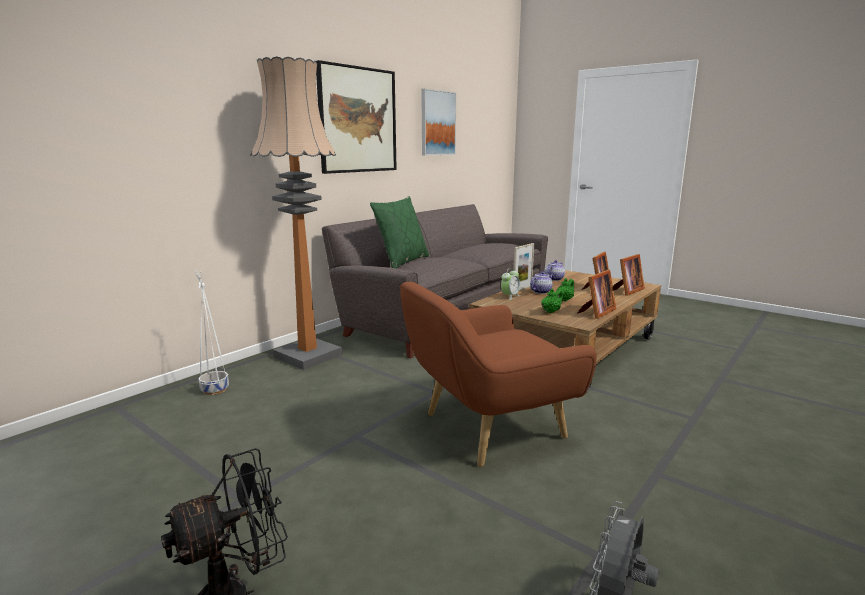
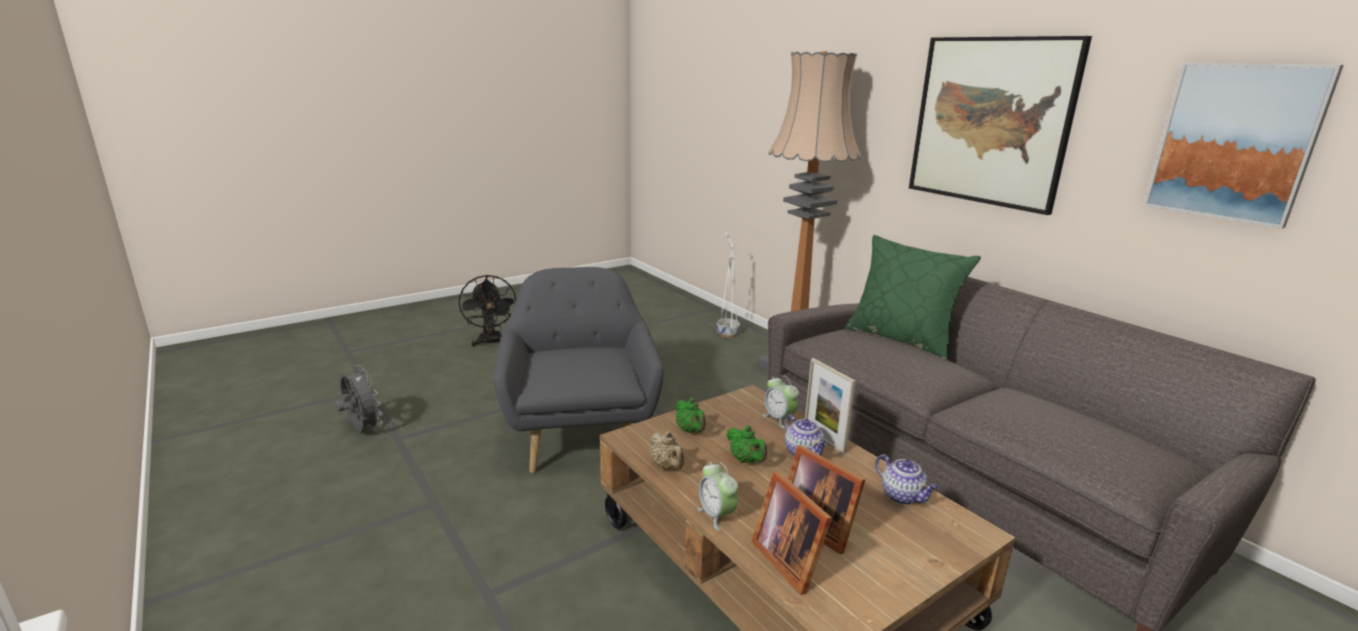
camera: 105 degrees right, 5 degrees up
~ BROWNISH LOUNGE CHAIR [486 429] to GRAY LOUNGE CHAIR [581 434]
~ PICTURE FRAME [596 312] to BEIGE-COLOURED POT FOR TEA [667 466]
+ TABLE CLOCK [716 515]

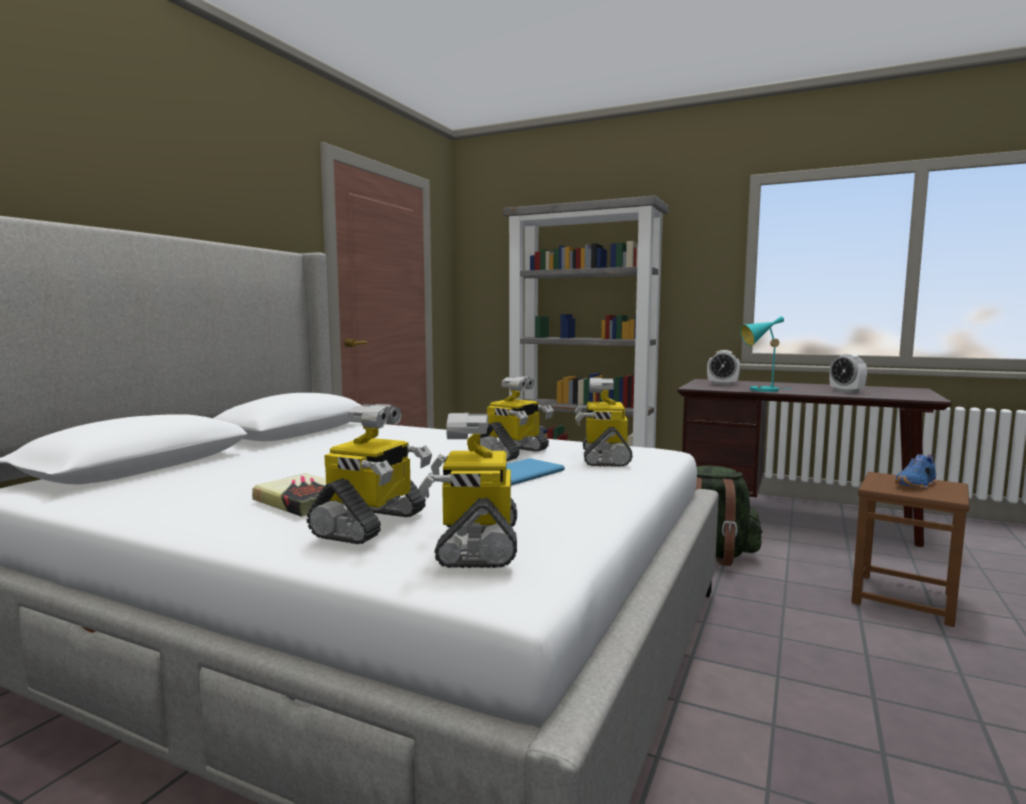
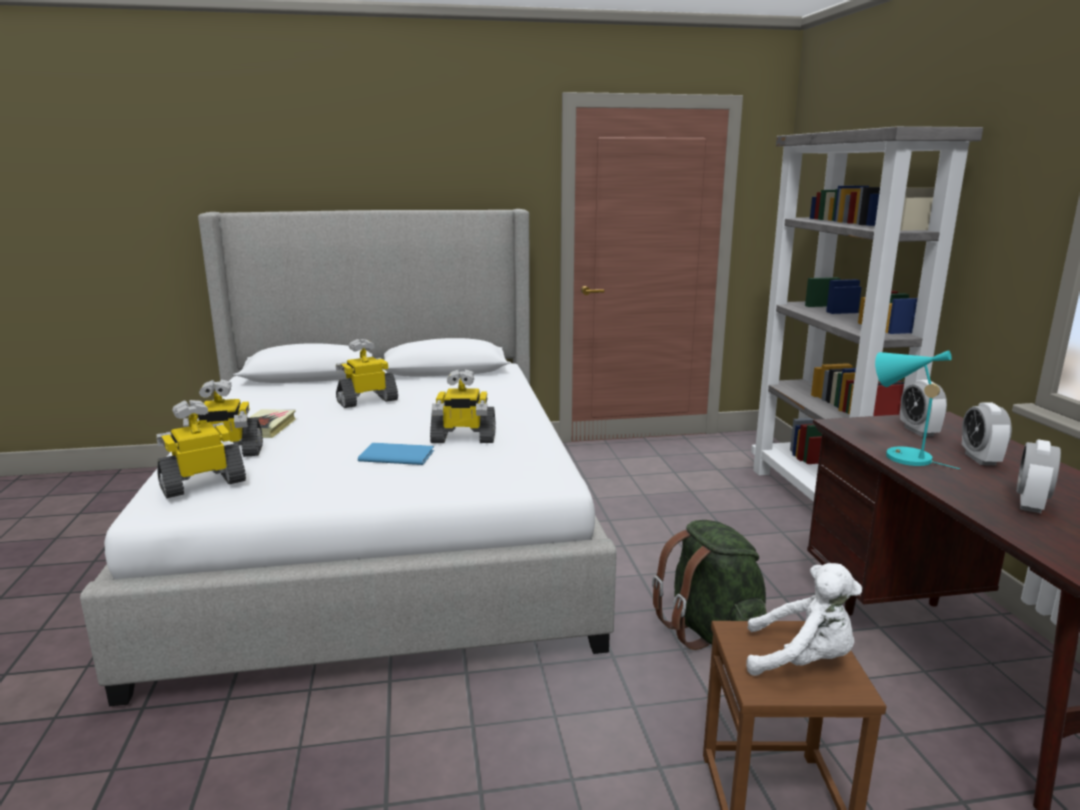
camera: 55 degrees right, 10 degrees up
~ ROBOT FIGURE [604 458] to [367 401]
~ BLUE-COLOURED ITEM OF FOOTWEAR [917 485] to WHITISH SOFT TOY [802 661]
+ TABLE CLOCK [980 459]

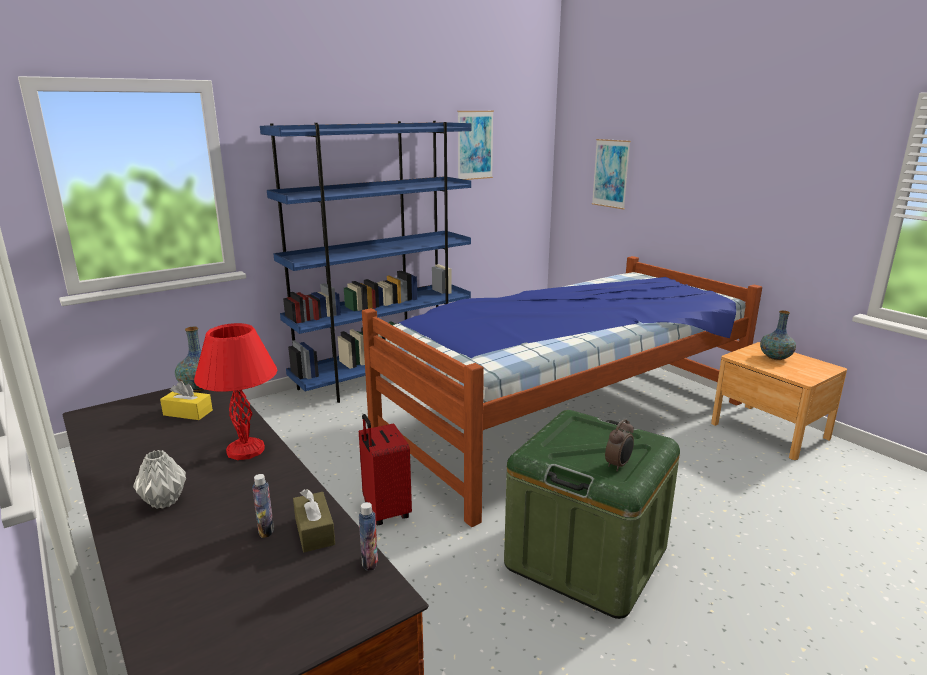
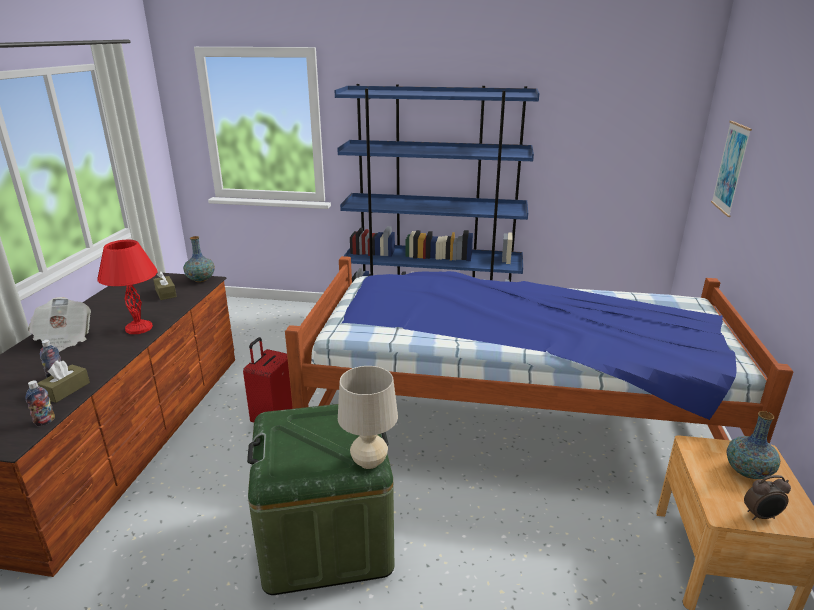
camera: 45 degrees right, 5 degrees up
~ GRAY DECORATIVE VASE [164 502] to PRINTED PAPER [63 339]
~ YELLOWISH TISSUE BOX [188 413] to BROWNISH TISSUE BOX [166 293]
+ BEIGE-COLOURED LAMP FOR A TABLE [369 462]
~ TABLE CLOCK [618 465] to [761 516]
- WALL ART [475 145]

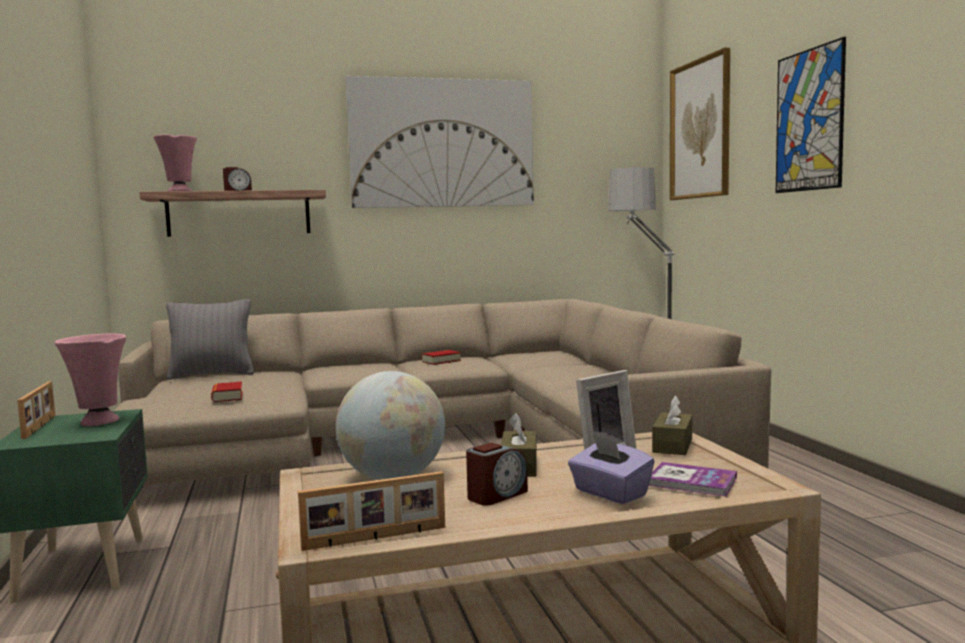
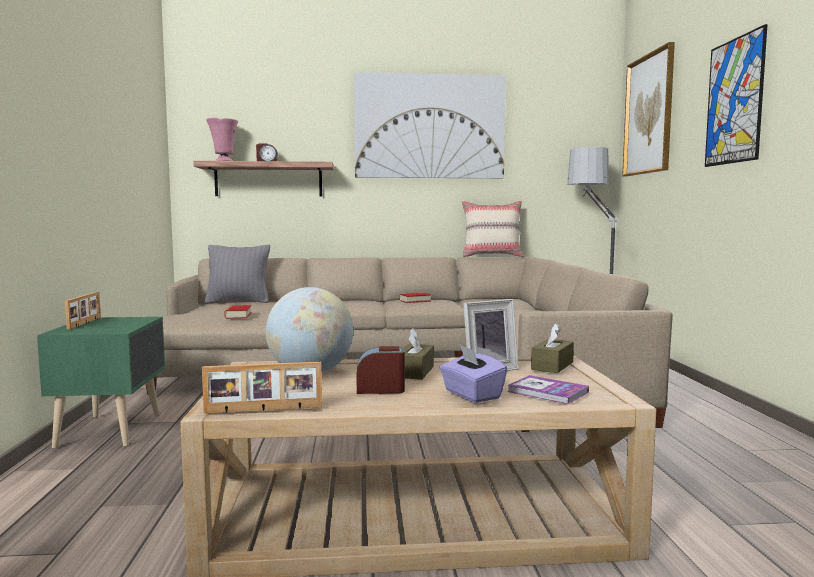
camera: 10 degrees right, 0 degrees up
~ TABLE CLOCK [496 495] = [380 389] 150 degrees counterclockwise
+ BEIGE-COLOURED THROW PILLOW [492 256]
- PINKISH DECORATIVE VASE [98 422]

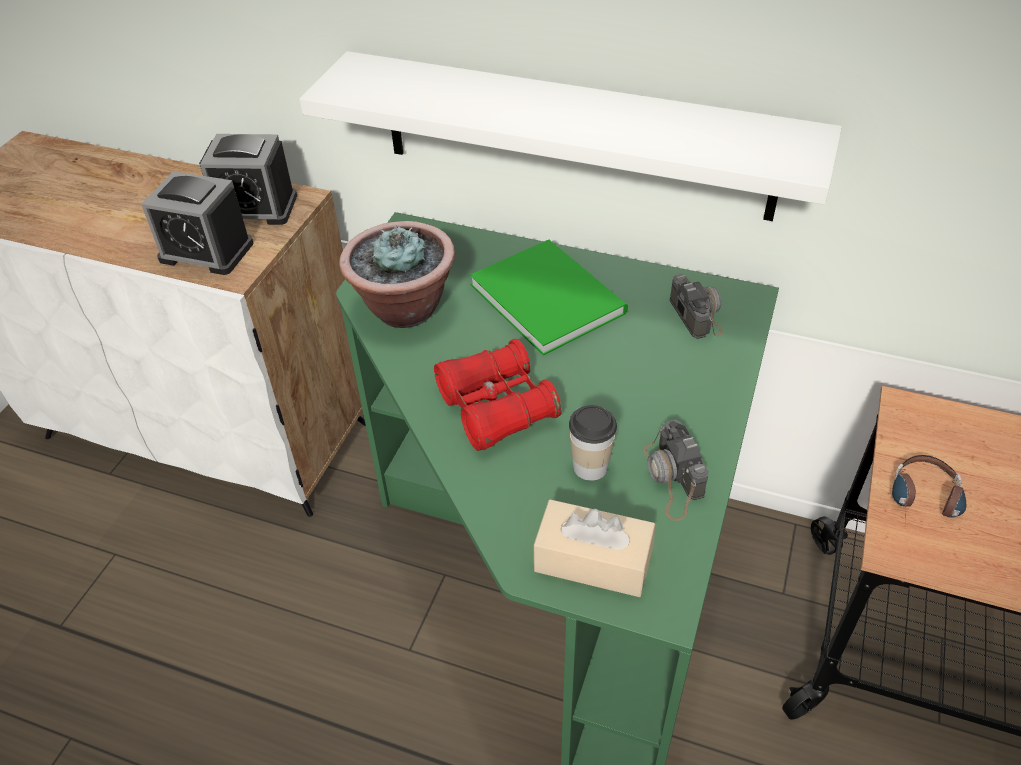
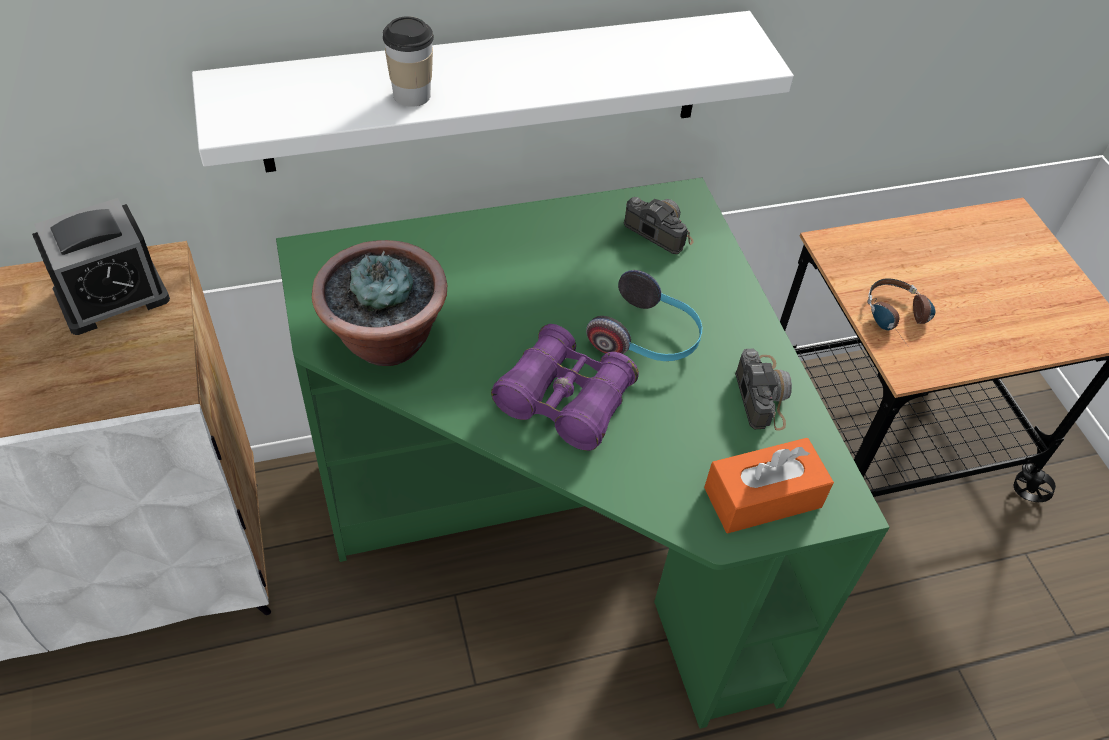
camera: 40 degrees left, 5 degrees up
~ CUP [590 467] to [412 95]
~ RED-COLOURED PAIR OF BINOCULARS [496 407] to PURPLISH PAIR OF BINOCULARS [565 400]
+ PAIR OF HEADPHONES [647 338]
~ BEIGE-COLOURED TISSUE BOX [593 561] to ORANGEY TISSUE BOX [762 497]
~ STILL CAMERA [672 478] = [762 392] 135 degrees counterclockwise
- TABLE CLOCK [206 251]
- GREEN VOLUME [547 295]

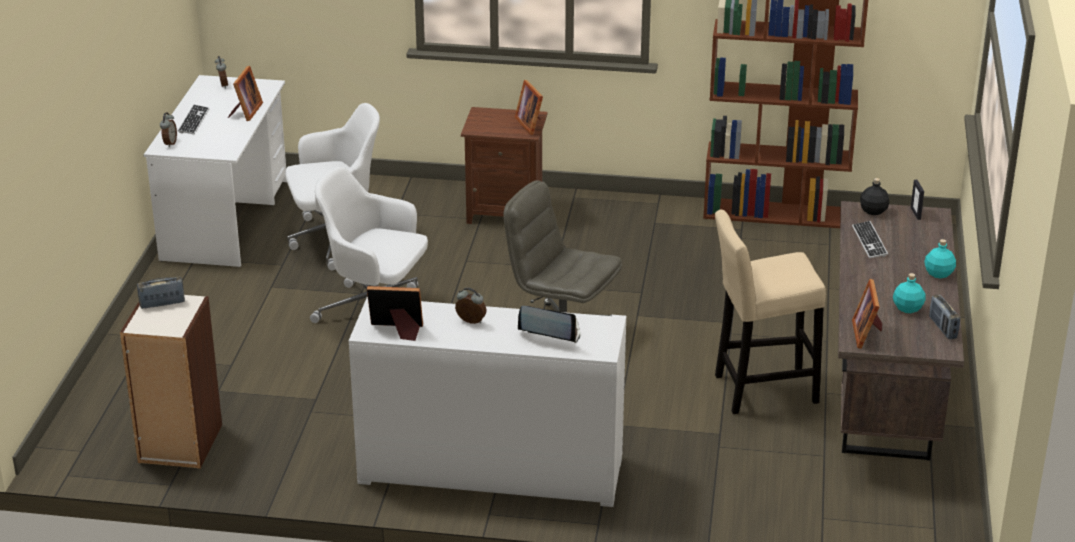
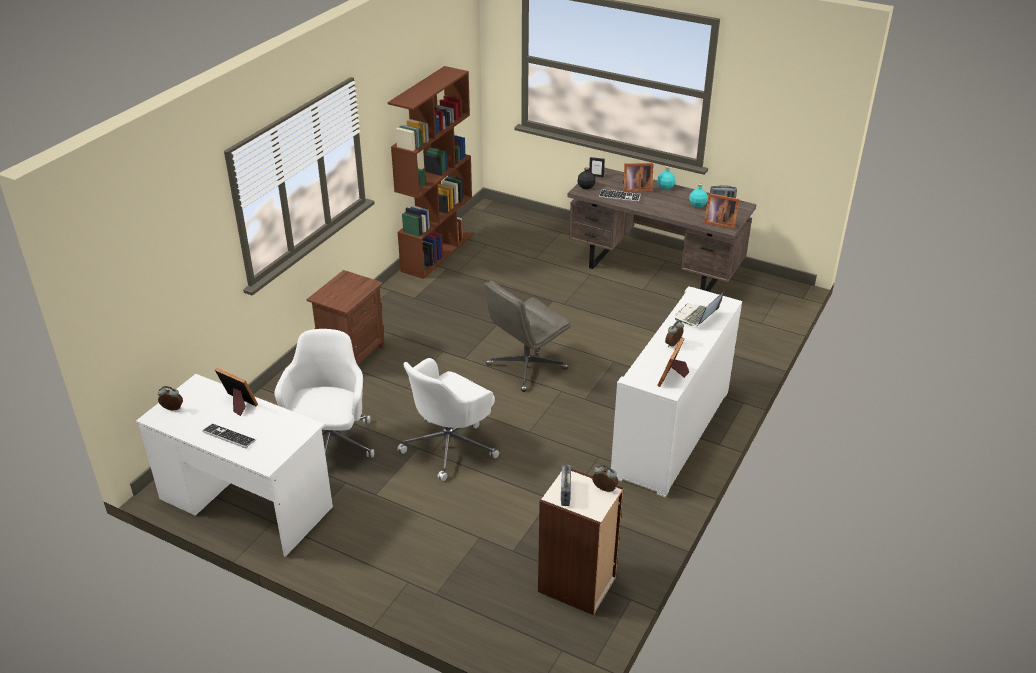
camera: 70 degrees left, 5 degrees up
~ TABLE CLOCK [169 143] to [604 490]
~ PICTURE FRAME [531 124] to [635 189]
- BEIGE-COLOURED SITTING STOOL [760 390]

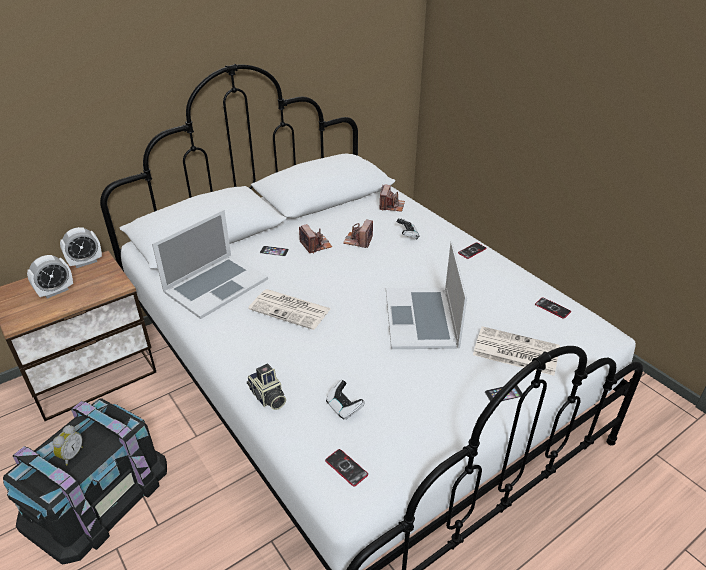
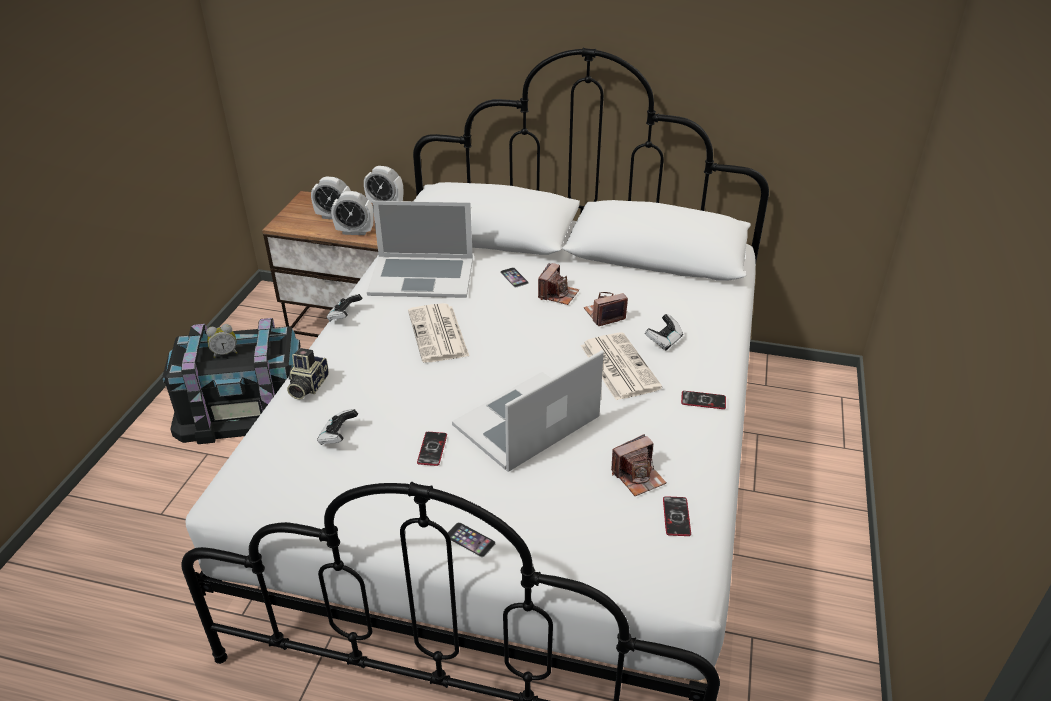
camera: 50 degrees right, 0 degrees up
+ GAME CONTROLLER [344 316]
+ TABLE CLOCK [355 232]
~ PHONE [346 468] to [432 449]
~ PRINTED PAPER [514 351] to [618 366]
~ STILL CAMERA [391 206] to [638 476]

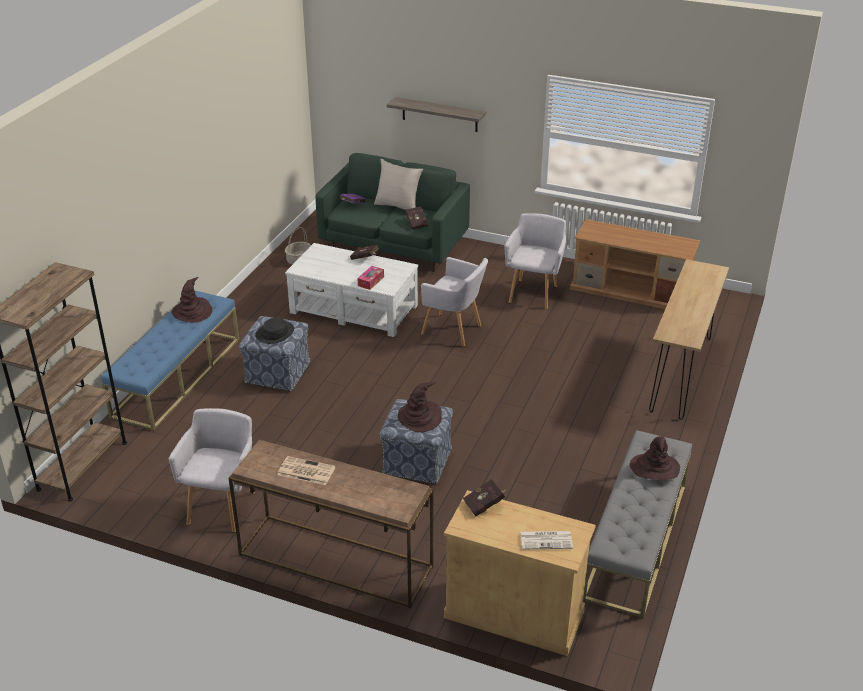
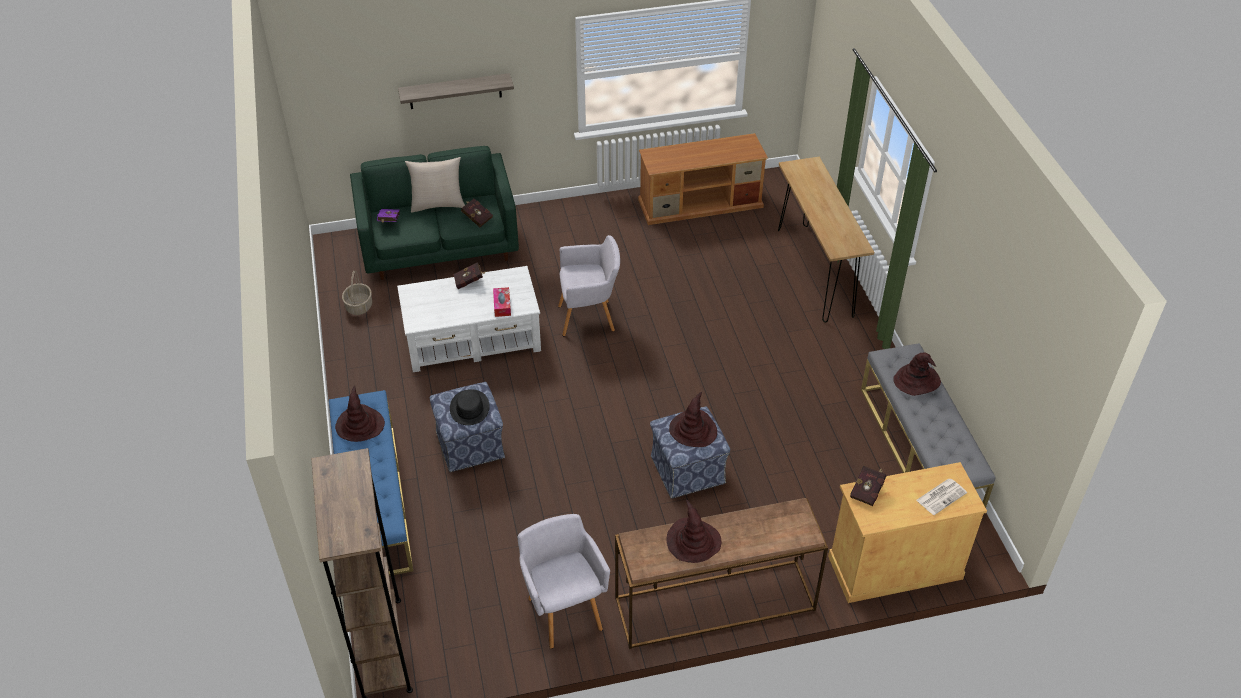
camera: 35 degrees left, 10 degrees up
~ PRINTED PAPER [305 471] to BROWNISH HAT [693 542]
- GRAY LOUNGE CHAIR [534 293]

